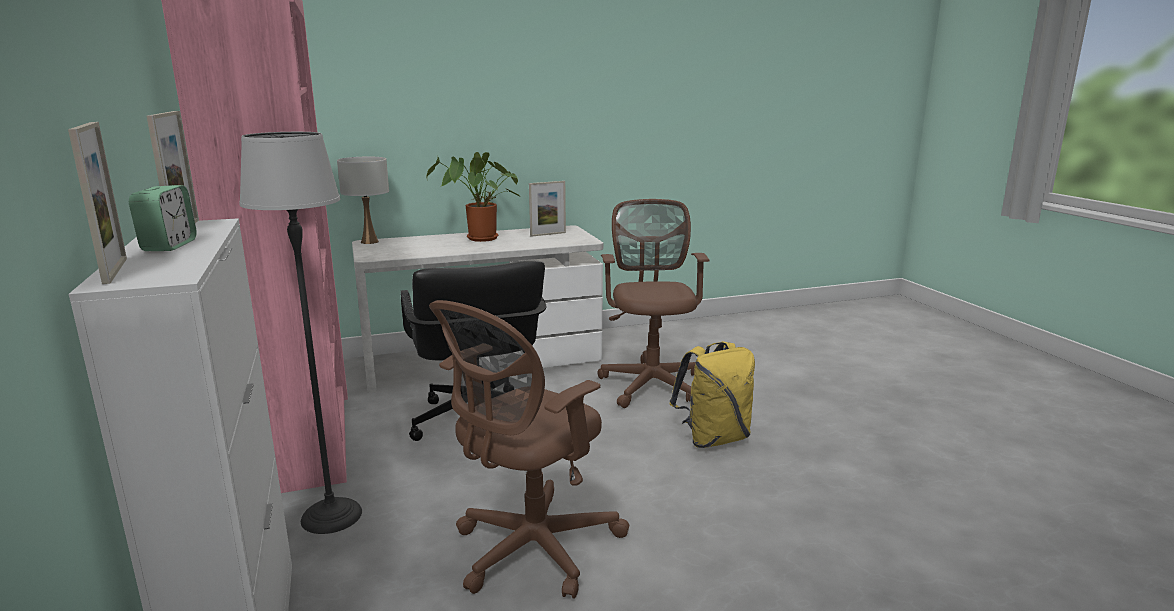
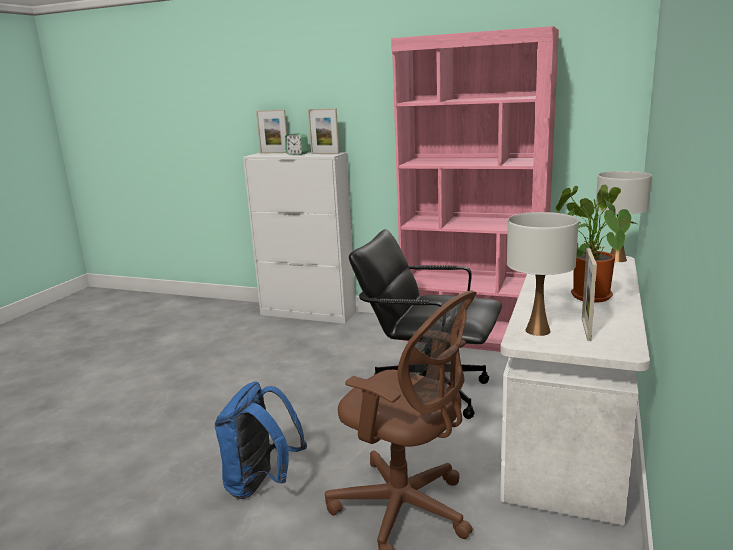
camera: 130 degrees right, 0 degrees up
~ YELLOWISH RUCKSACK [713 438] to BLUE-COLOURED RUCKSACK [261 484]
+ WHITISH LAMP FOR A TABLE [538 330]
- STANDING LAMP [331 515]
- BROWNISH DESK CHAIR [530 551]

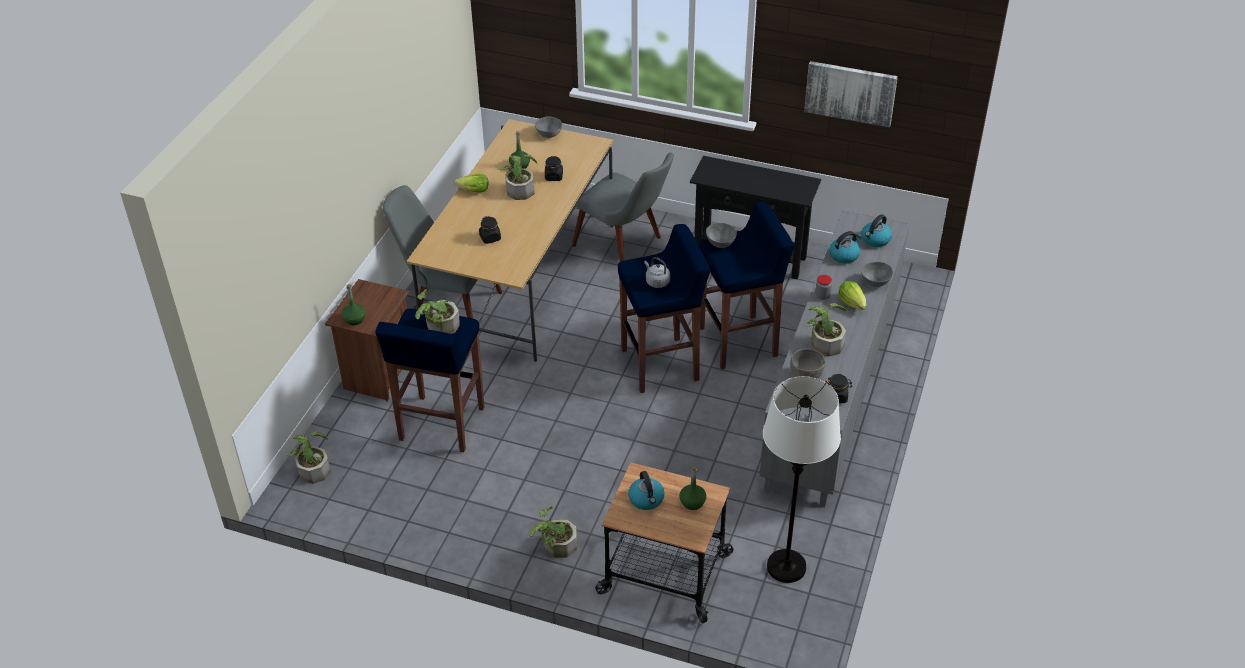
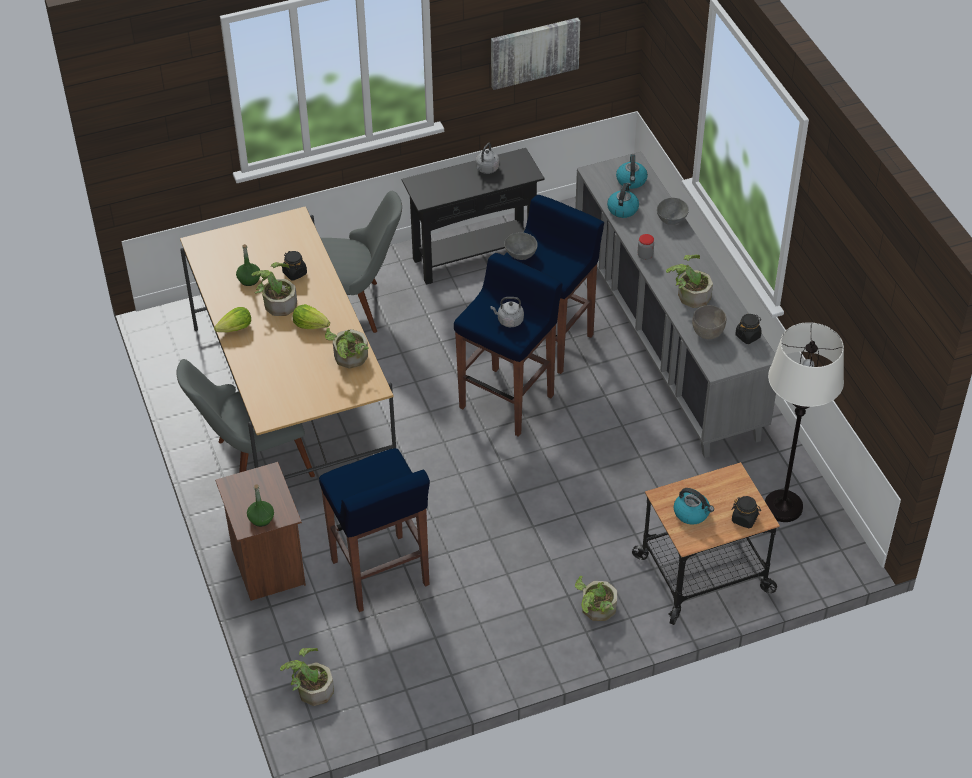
camera: 40 degrees left, 5 degrees up
~ HEAD OF LETTUCE [852 303] to [311 325]
~ POTTED PLANT [438 327] to [349 359]
+ GRAY WATER KETTLE [486 169]
~ BLACK JAR [490 238] to [744 519]
- GRAY SERVING BOWL [548 135]
- GREEN BEVERAGE BOTTLE [692 502]

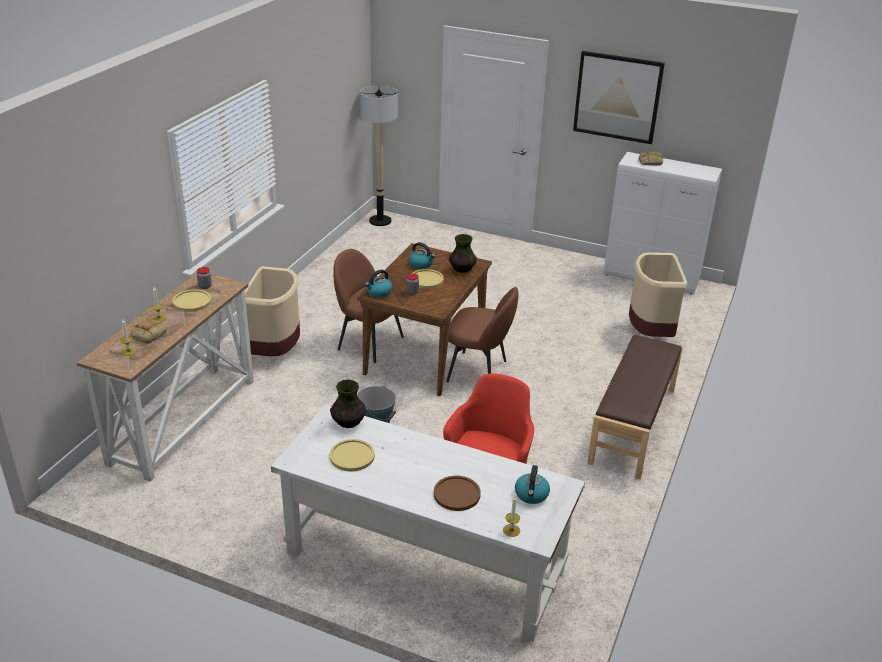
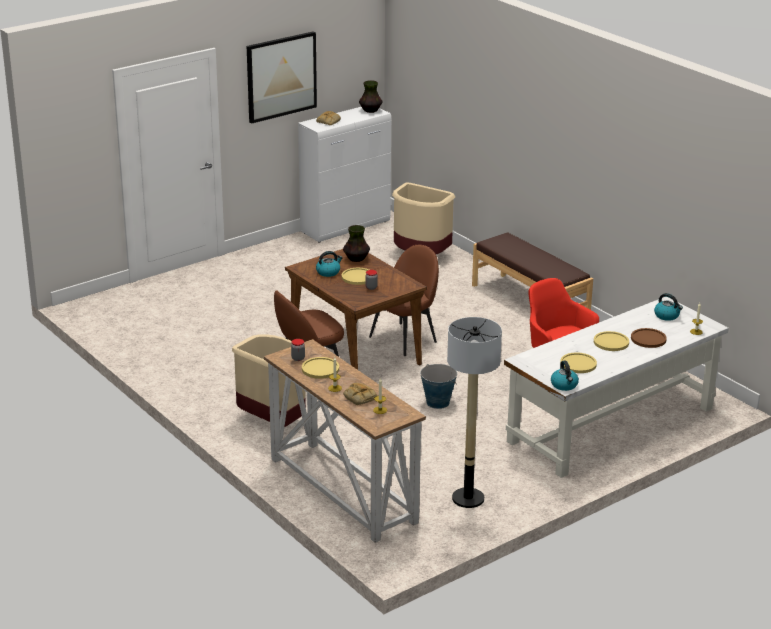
camera: 60 degrees left, 5 degrees down
~ DECORATIVE VASE [348 422] to [370 111]
~ STANDING LAMP [380 221] to [468 498]
~ WATER KETTLE [378 292] to [564 385]
+ YELLOWISH PLATE [611 342]

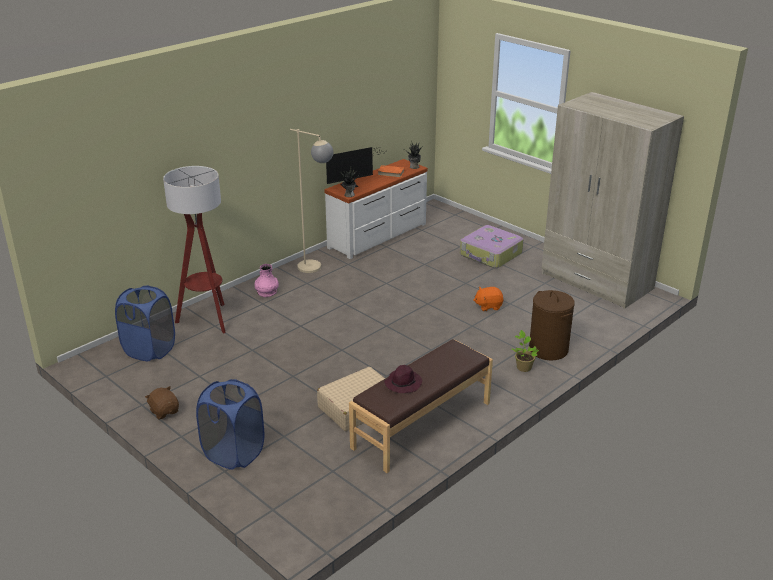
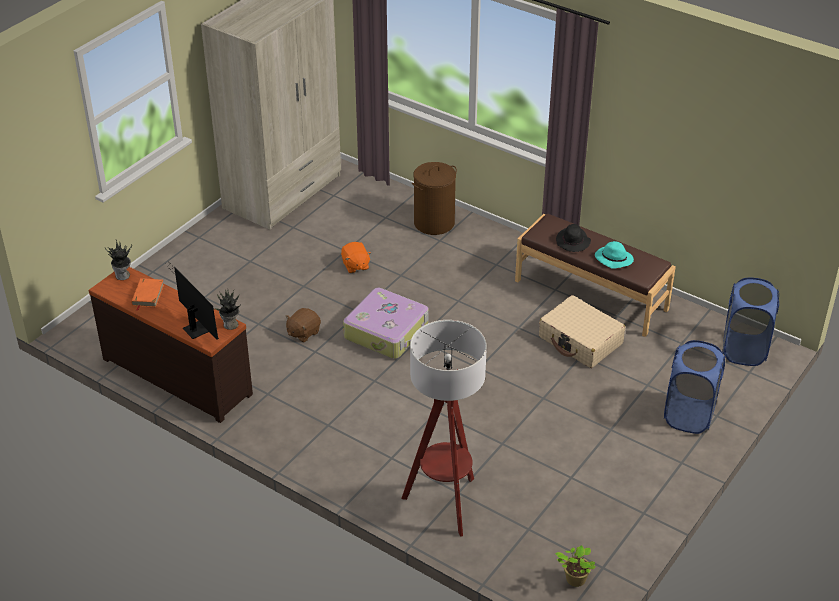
camera: 100 degrees left, 10 degrees up
~ WHITISH CHEST OF DRAWERS [378 236] to BROWNISH CHEST OF DRAWERS [178 375]
~ BROWNISH SOFT TOY [164 411] to [303 333]
~ PIECE OF LUGGAGE [490 254] to [387 332]
~ POTTED PLANT [523 367] to [574 580]
+ BLACK HAT [573 242]
~ PURPLISH HAT [403 383] to TURQUOISE-COLOURED HAT [613 259]
~ BLUE-COLOURED WASHING BASKET [150 350] to [744 349]
- PINKISH DECORATIVE VASE [267 292]
- BEIGE-COLOURED STANDING LAMP [316 269]

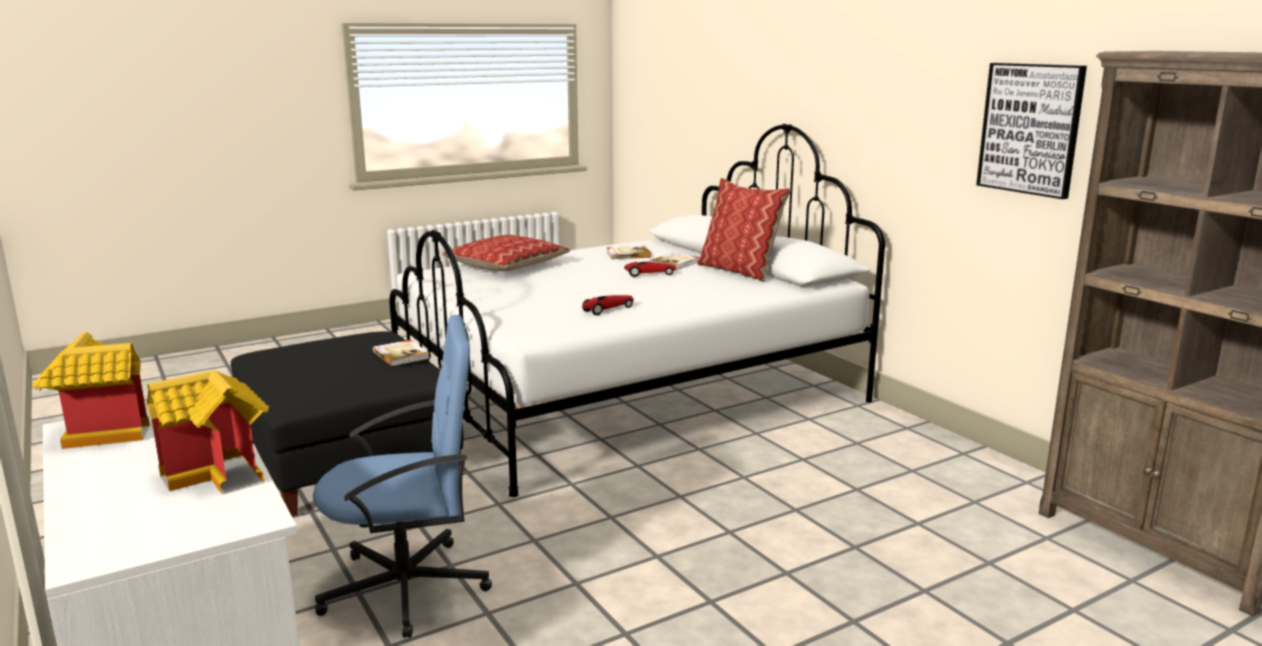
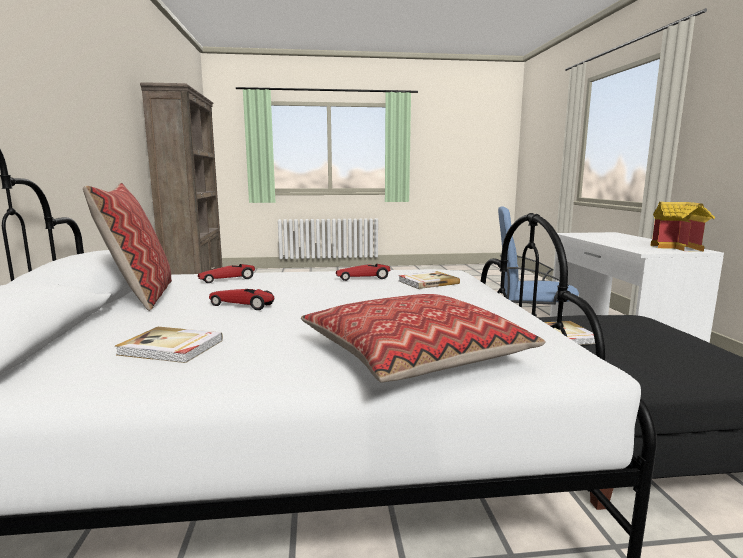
camera: 155 degrees left, 5 degrees down
+ MINIATURE CAR [227 279]
~ VOLUME [675 263] to [427 282]
- MINIATURE HOUSE [222 473]
- WALL ART [1030 129]

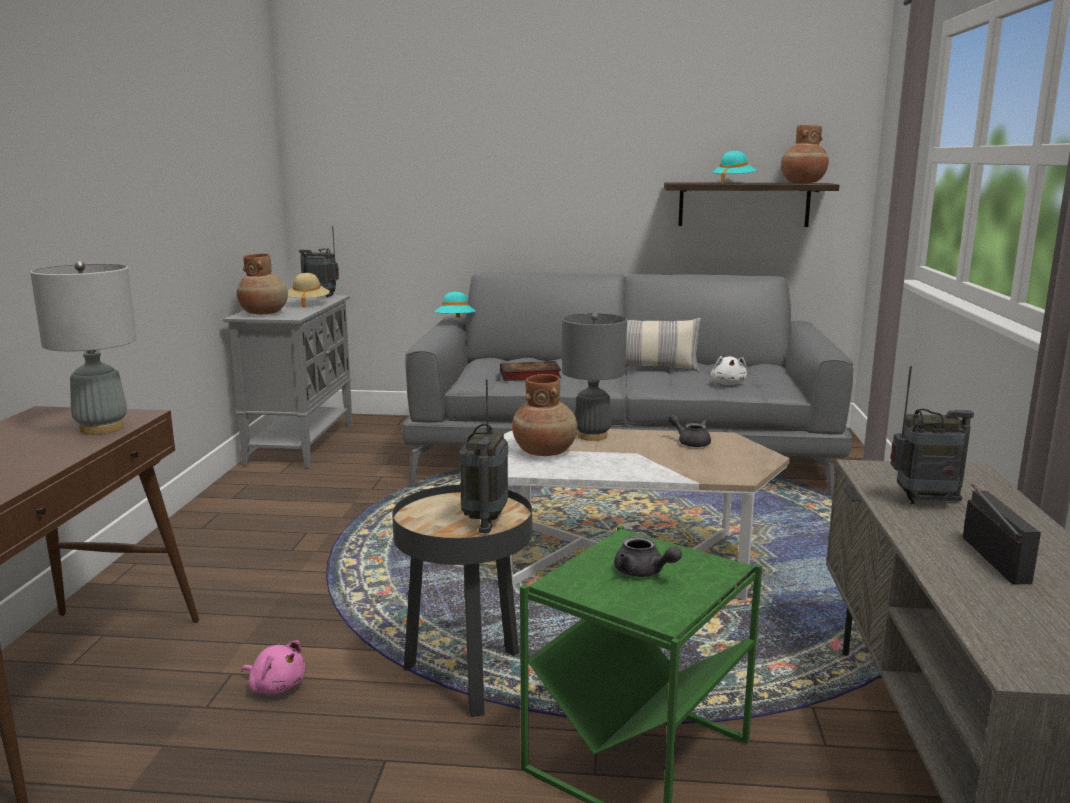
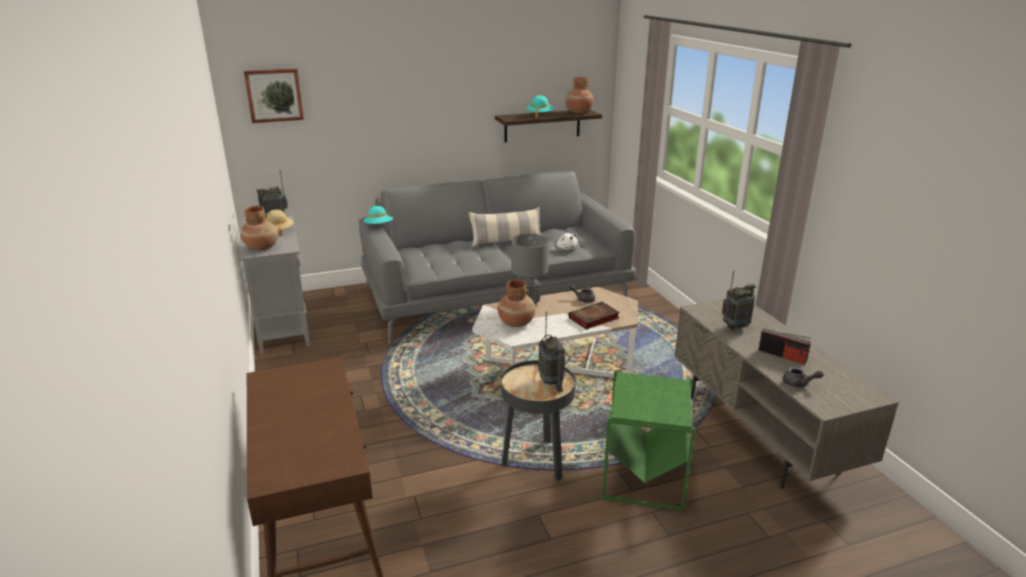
camera: 25 degrees left, 10 degrees up
+ WALL ART [274 95]
~ VOLUME [528 375] to [593 318]
~ RADIO [995 559] = [782 355] 150 degrees clockwise
~ GRAY POT FOR TEA [643 573] to [799 384]
- GRAY LAMP FOR A TABLE [102 428]
- PINKISH SOFT TOY [276 686]

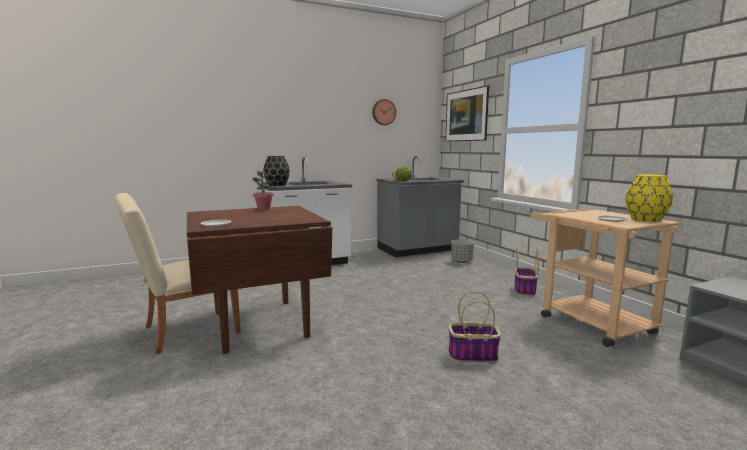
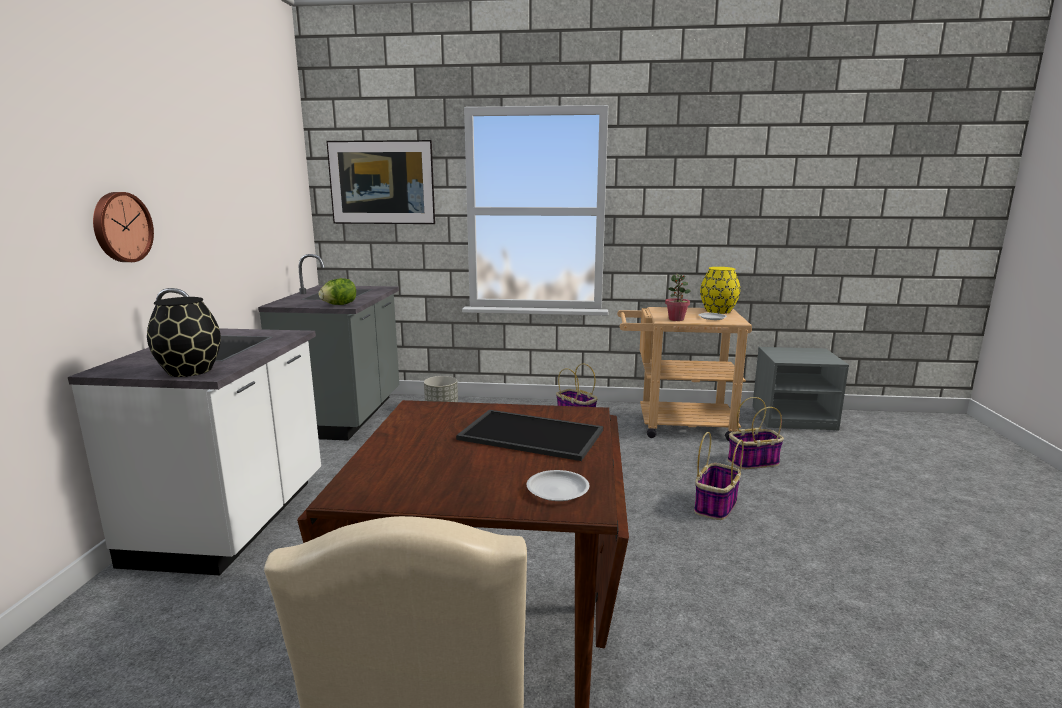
camera: 60 degrees left, 5 degrees up
~ HANGING CLOCK [383 112] to [121 227]
+ TRAY [528 435]
~ POTTED PLANT [264 209] to [676 319]
+ BASKET [753 462]

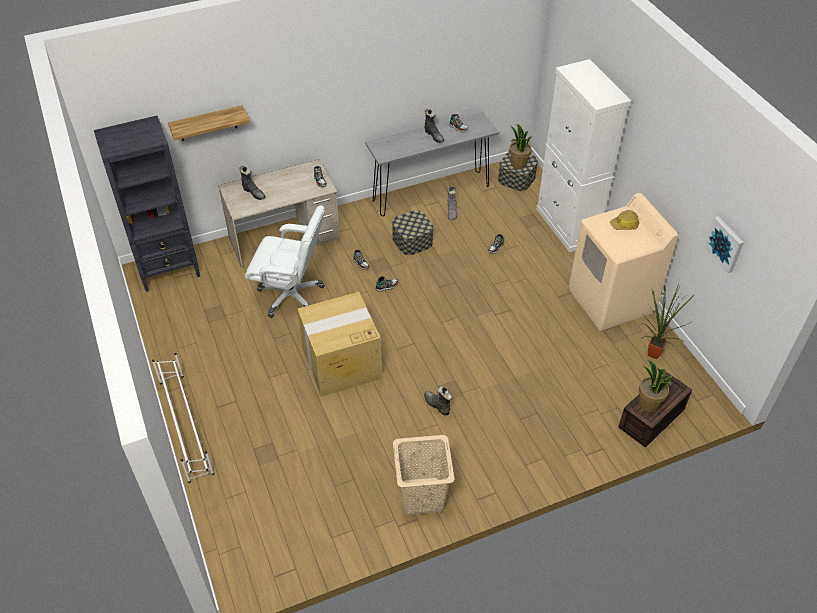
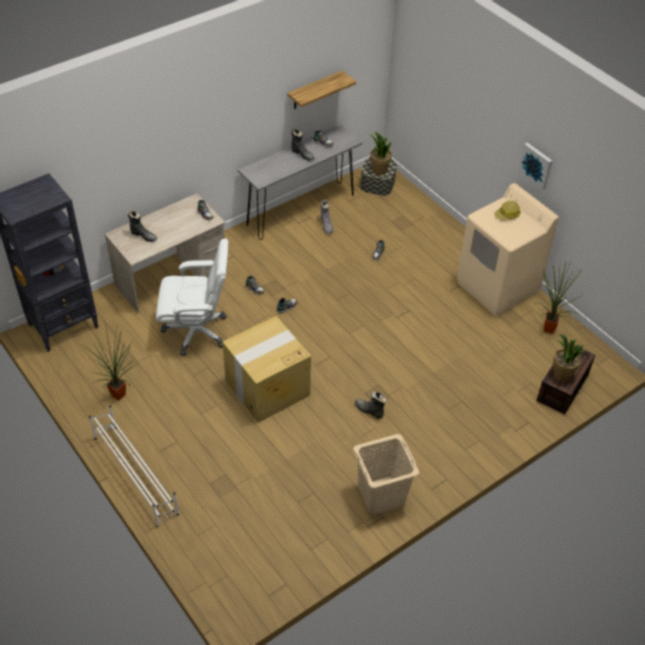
camera: 15 degrees left, 0 degrees up
+ POTTED PLANT [120 397]
~ SHELF [207 123] to [315 90]
~ WALL ART [725 244] to [536 165]
- STORAGE CONTAINER [412 241]
- WHITISH STORAGE CABINET [567 226]

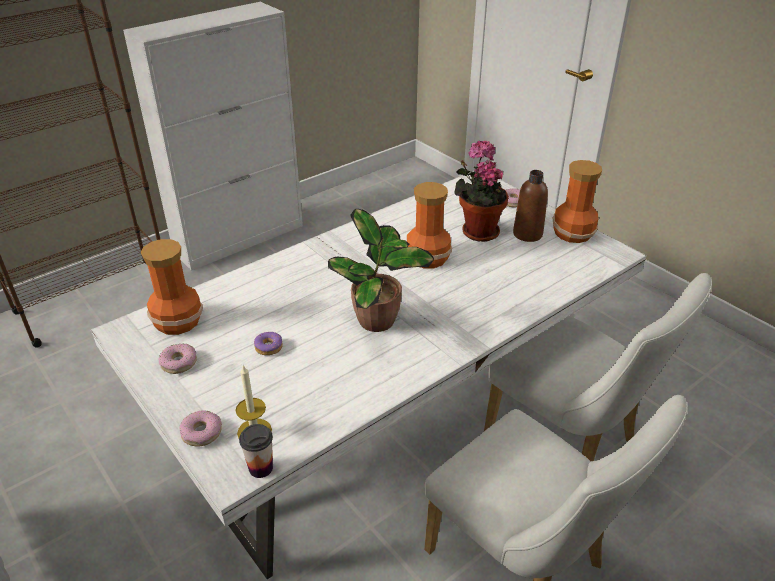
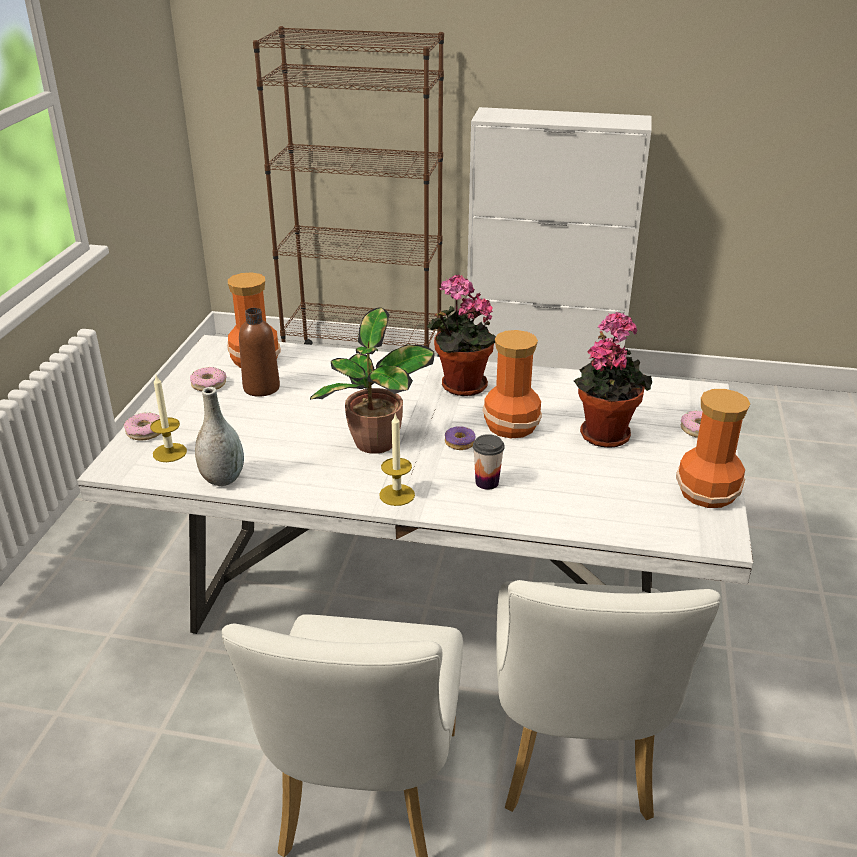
camera: 50 degrees right, 5 degrees down
+ GRAY DECORATIVE VASE [223 479]
~ BROWNISH BEVERAGE BOTTLE [527 234] to [261 388]
+ WAX LIGHT [397 495]
+ POTTED PLANT [459 386]
~ DONUT [269 347] to [460 443]
~ CUP [261 468] to [487 482]

